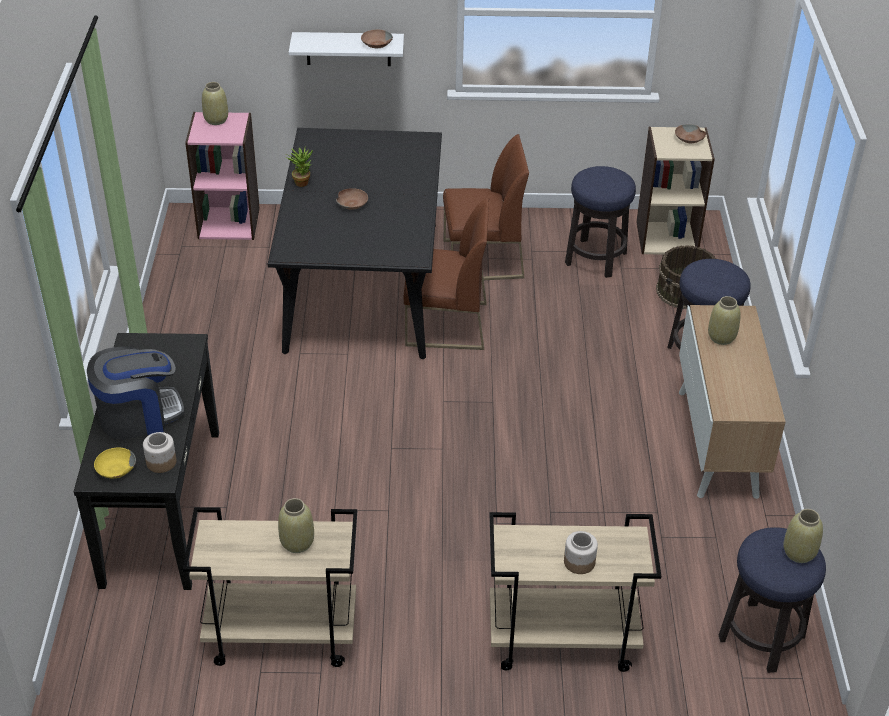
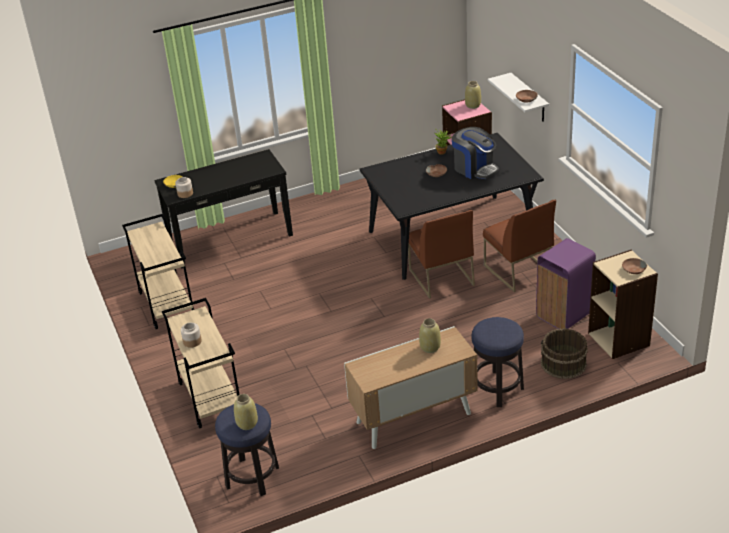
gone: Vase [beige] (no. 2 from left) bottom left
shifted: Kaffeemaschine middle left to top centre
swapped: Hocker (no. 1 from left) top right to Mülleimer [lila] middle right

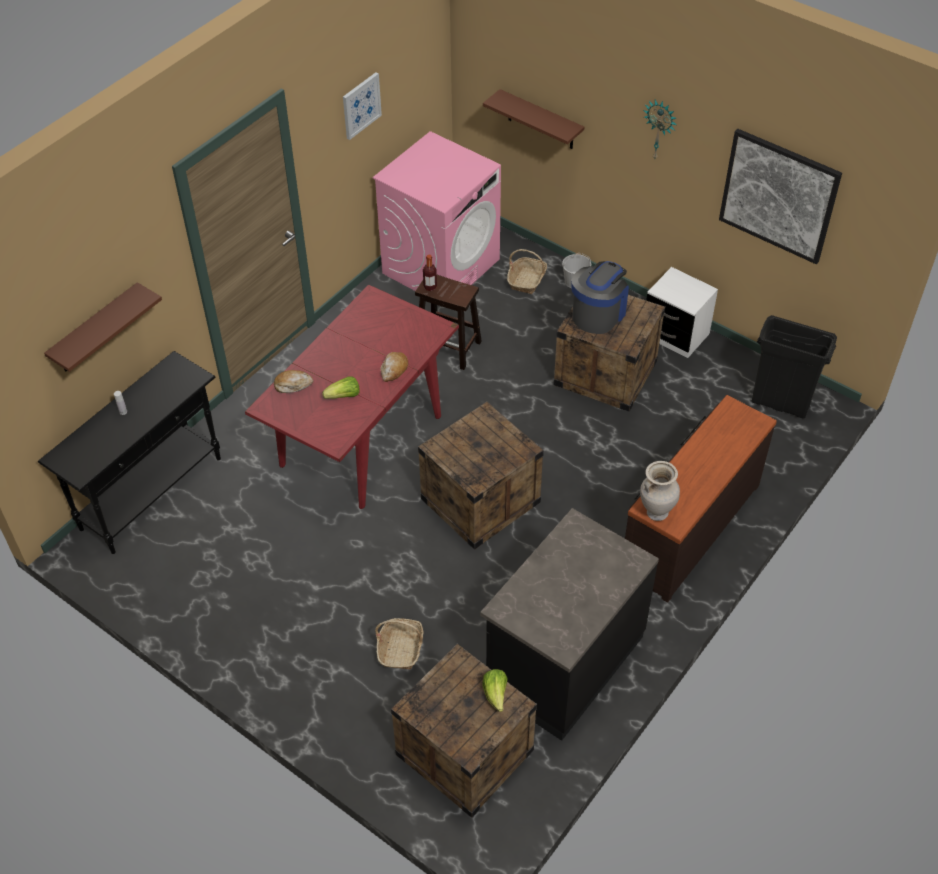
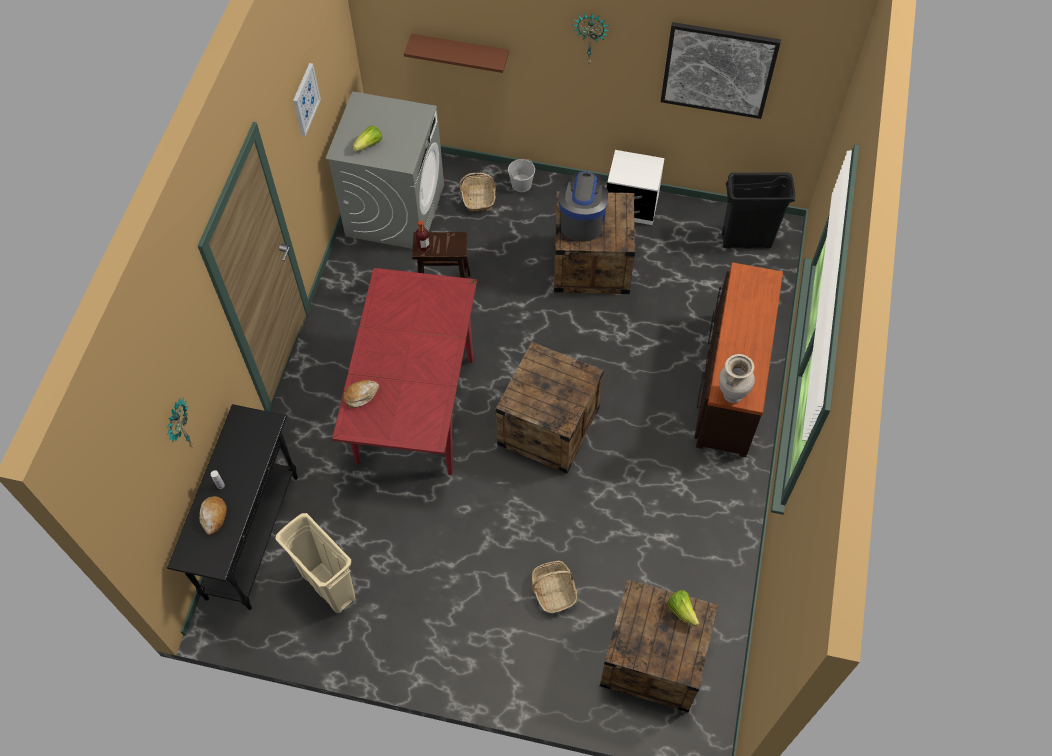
gone: Küchenzeile [schwarz] bottom centre
new: Mülleimer [beige] bottom left
shifted: Salatkopf (no. 1 from left) centre to top centre; Brot (no. 2 from left in the first image) centre to Brot (no. 1 from left) bottom left
swapped: Wandregal [braun] (no. 1 from left) middle left to Wanduhr (no. 1 from left) middle left
repainted: Waschmaschine [rosa] top centre to Waschmaschine [grau] top centre

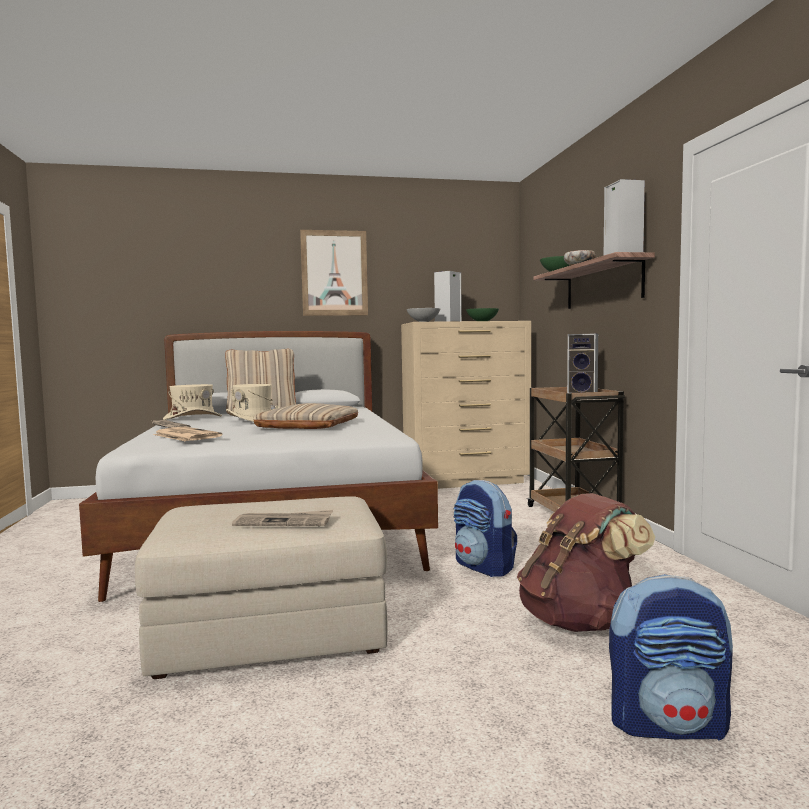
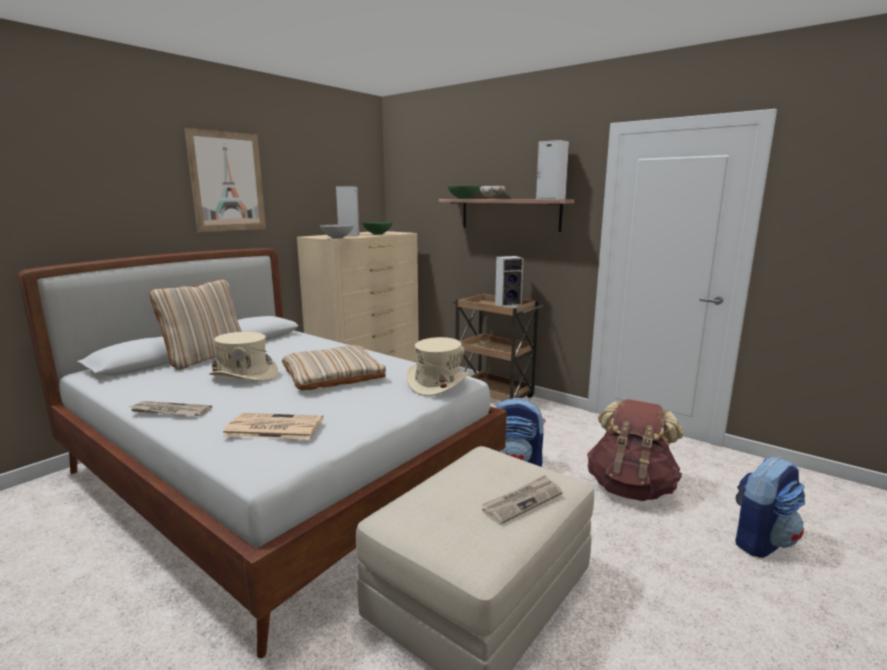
shifted: Hut [beige] (no. 1 from left in the first image) middle left to Hut [beige] (no. 2 from left) centre

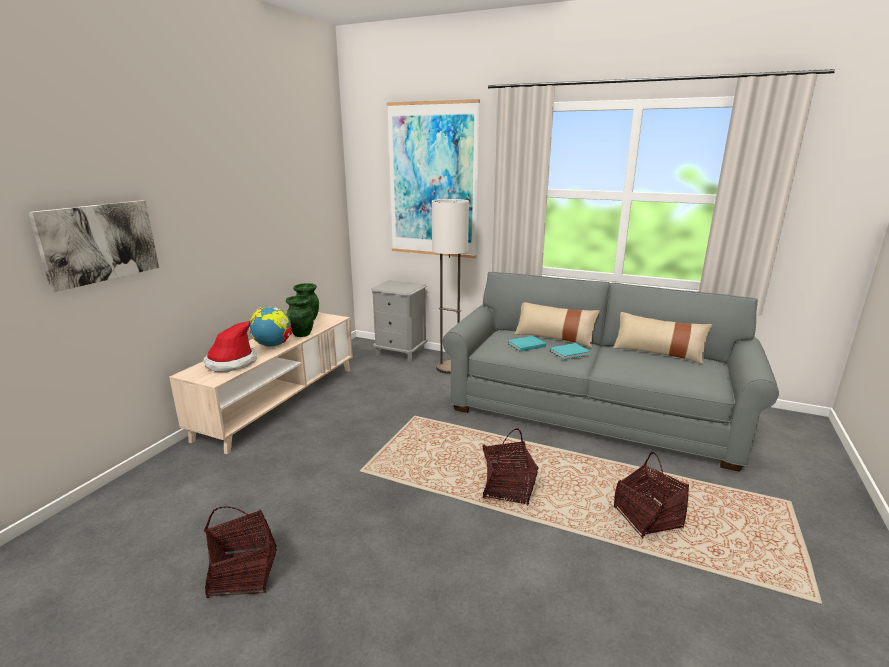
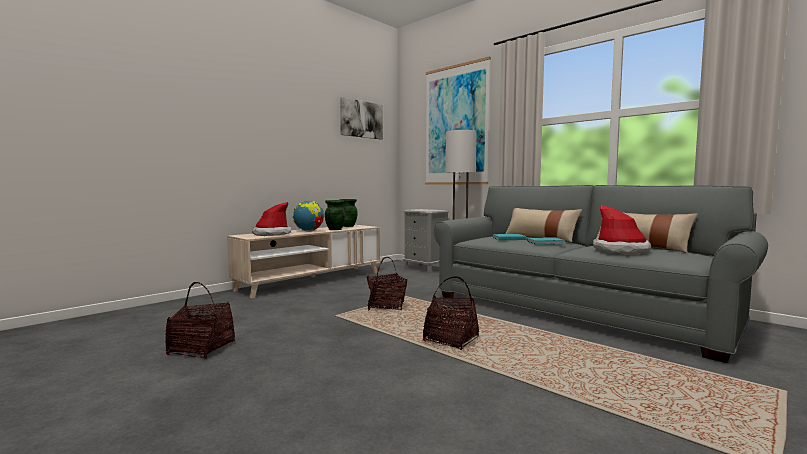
new: Hut (no. 2 from left) middle right
shifted: Bild (no. 1 from left) middle left to top centre; Korb (no. 3 from left in the first image) bottom right to Korb (no. 2 from left) centre

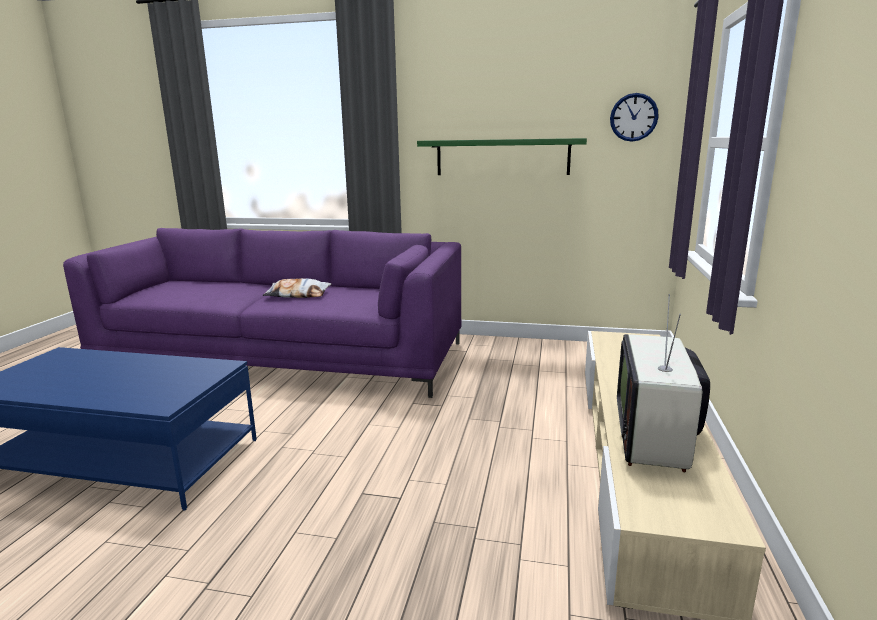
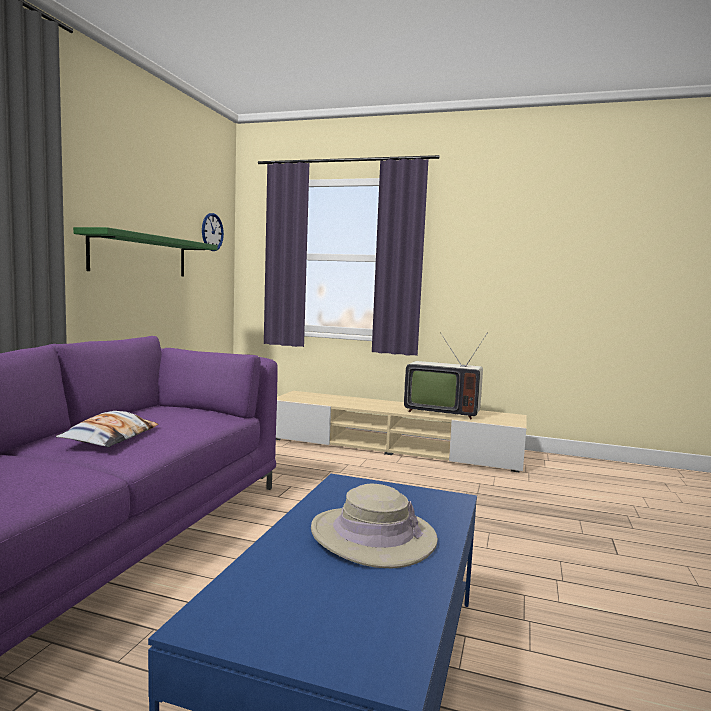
new: Hut [beige] bottom centre

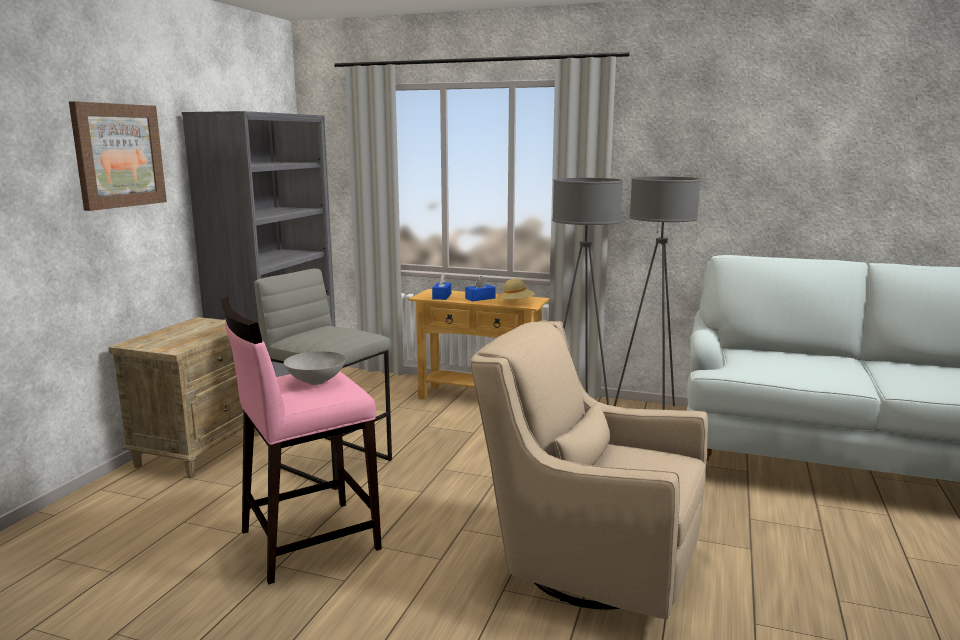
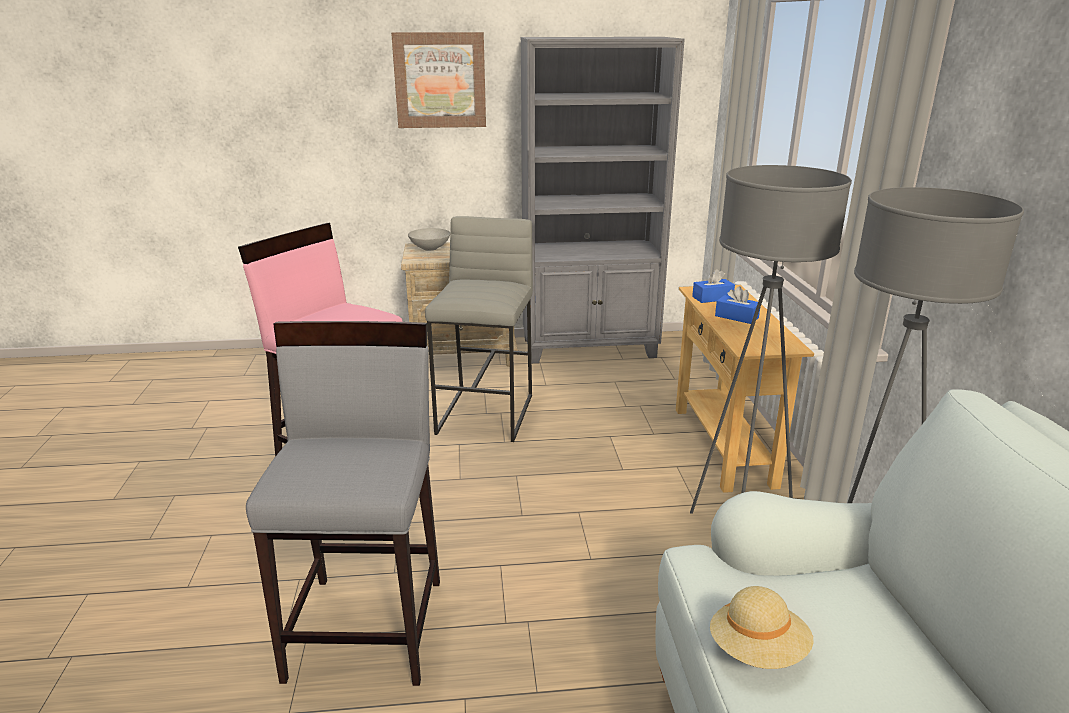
shifted: Schüssel [grau] middle left to centre; Hut [beige] centre to bottom right
swapped: Sessel [beige] bottom centre to Hocker [grau] (no. 1 from left) bottom left

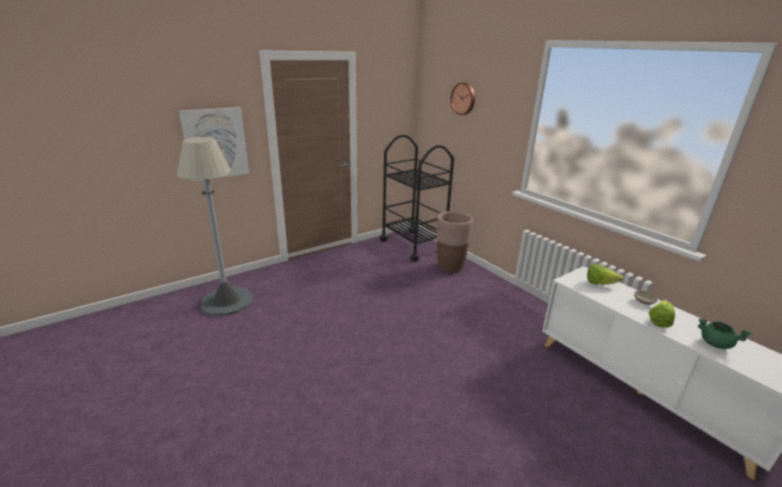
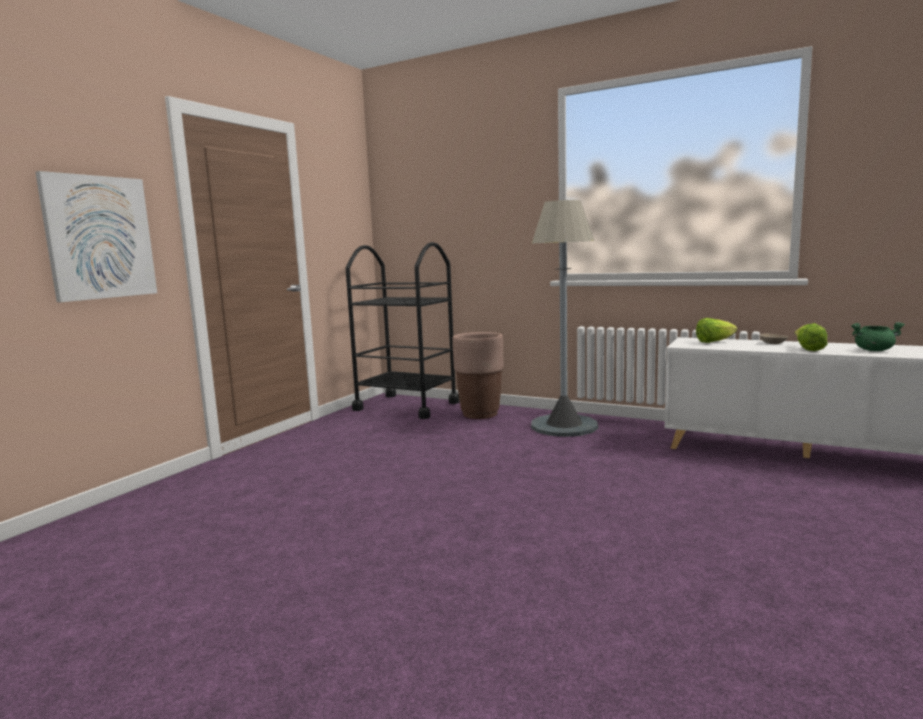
gone: Wanduhr top centre
shifted: Stehlampe [grau] middle left to centre

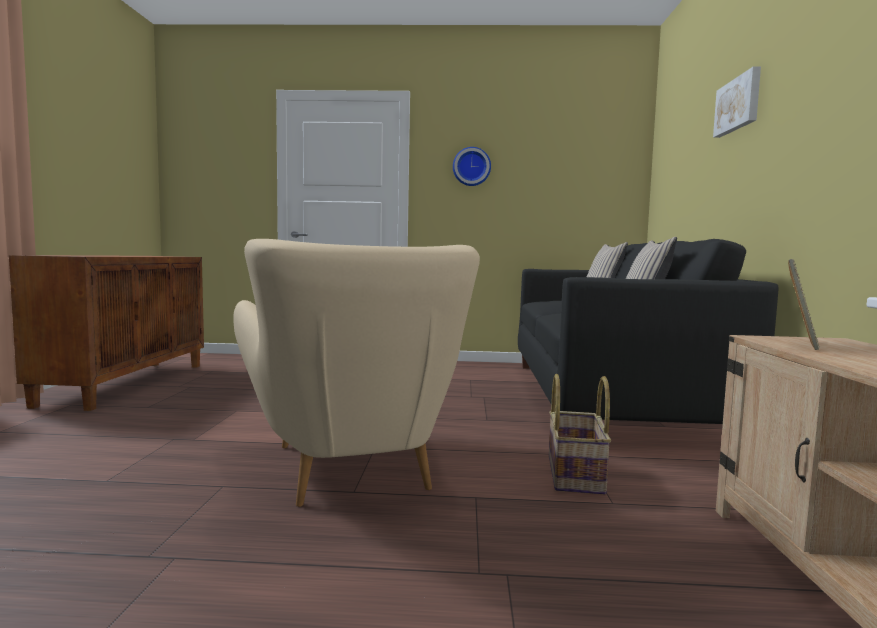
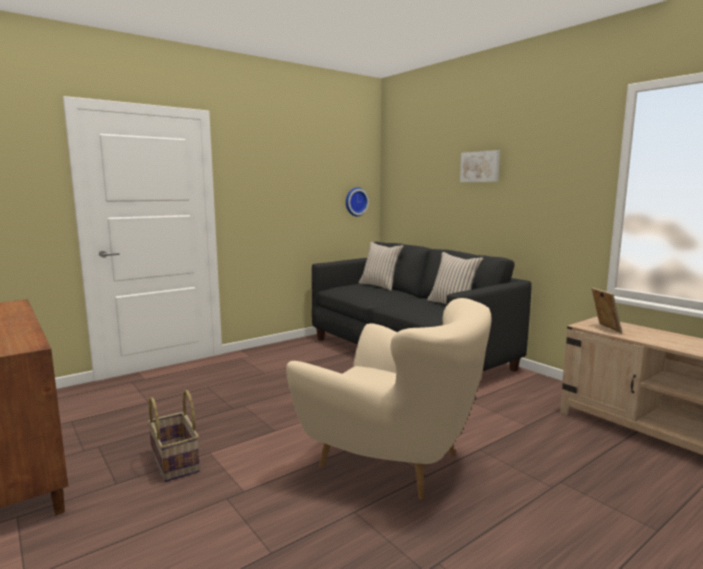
shifted: Wanduhr top centre to centre; Korb bottom centre to bottom left

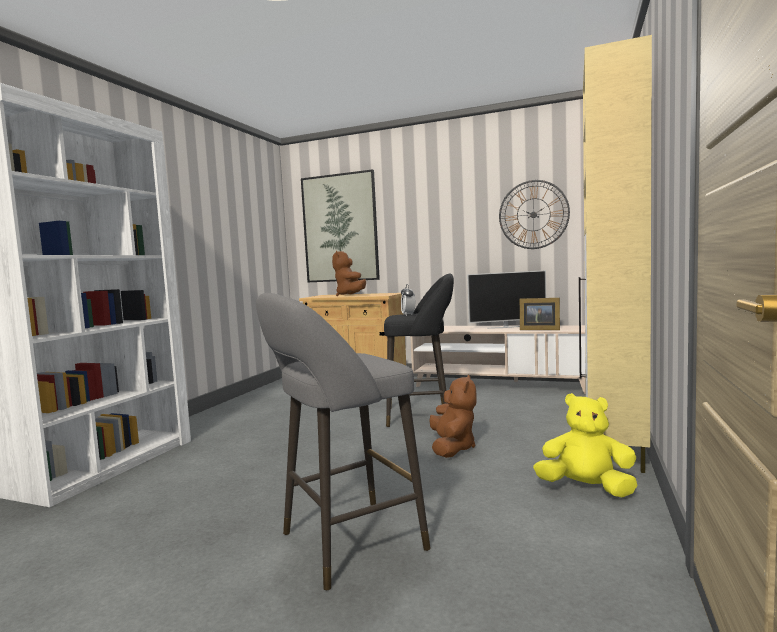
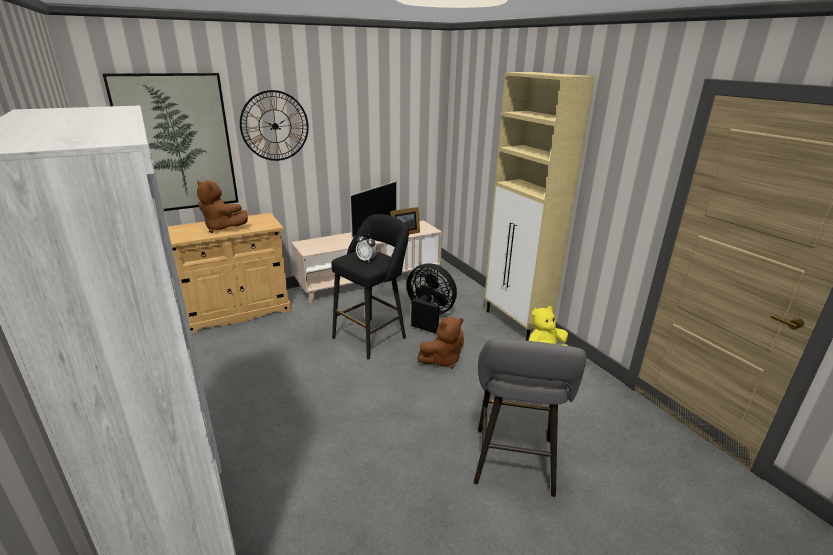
new: Ventilator [schwarz] centre
shifted: Wanduhr middle right to top left
rotated: Plüschtier [braun] (no. 2 from left) centre = centre 105 degrees clockwise

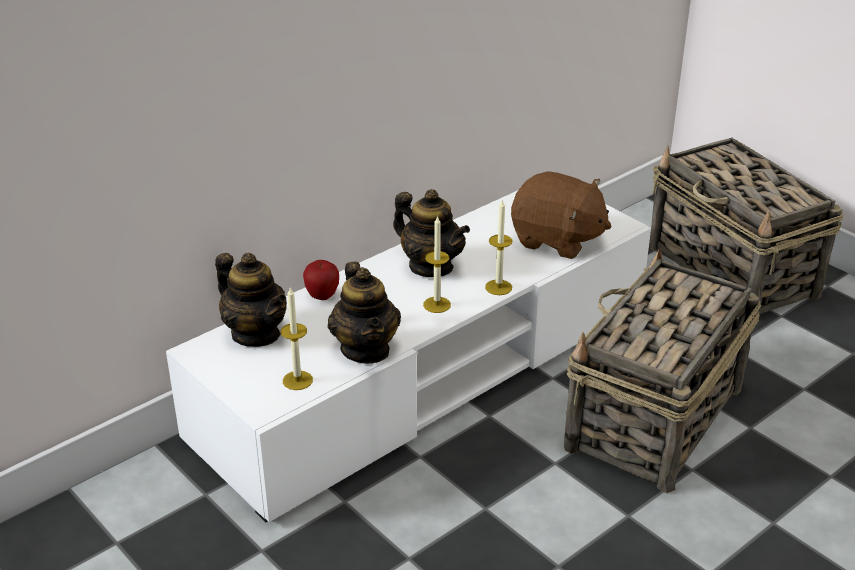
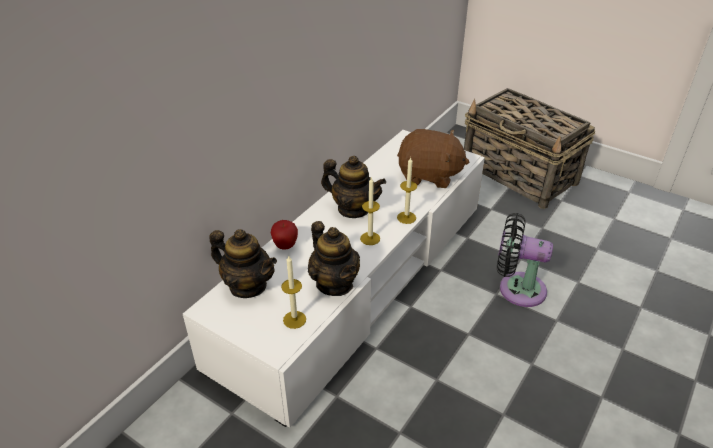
swapped: Korb (no. 1 from left) middle right to Ventilator [schwarz] middle right

